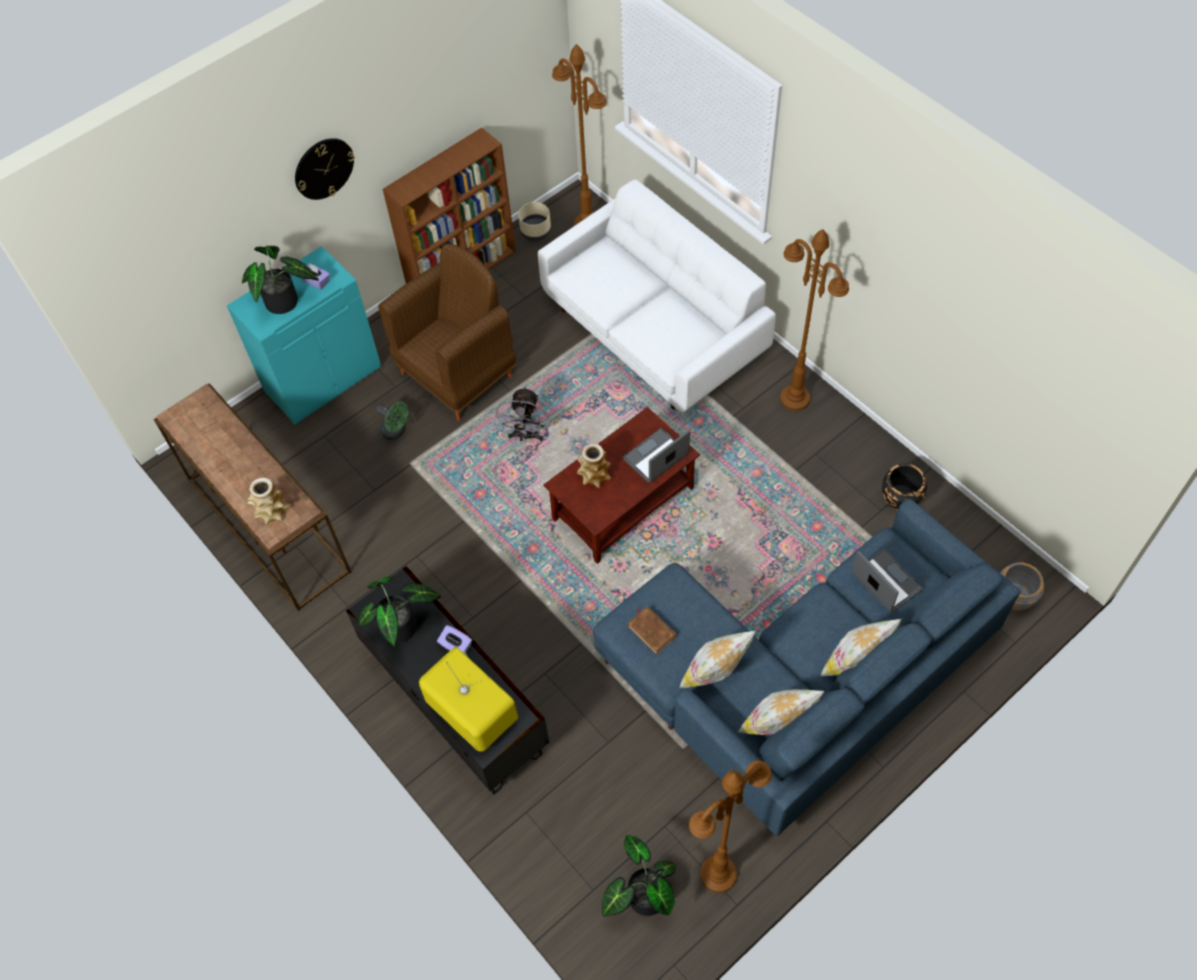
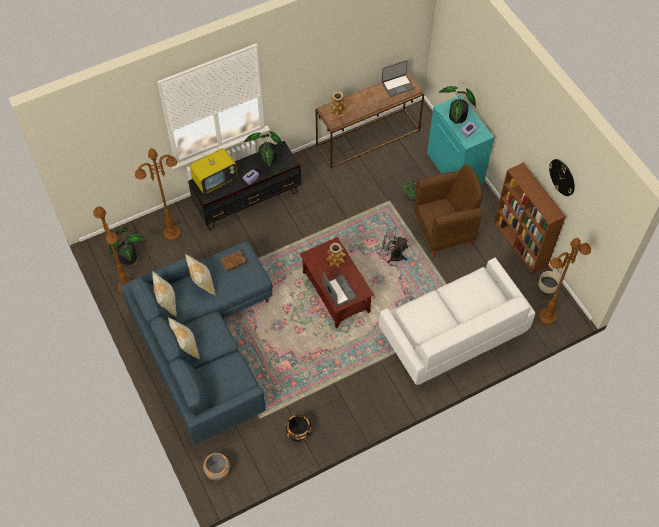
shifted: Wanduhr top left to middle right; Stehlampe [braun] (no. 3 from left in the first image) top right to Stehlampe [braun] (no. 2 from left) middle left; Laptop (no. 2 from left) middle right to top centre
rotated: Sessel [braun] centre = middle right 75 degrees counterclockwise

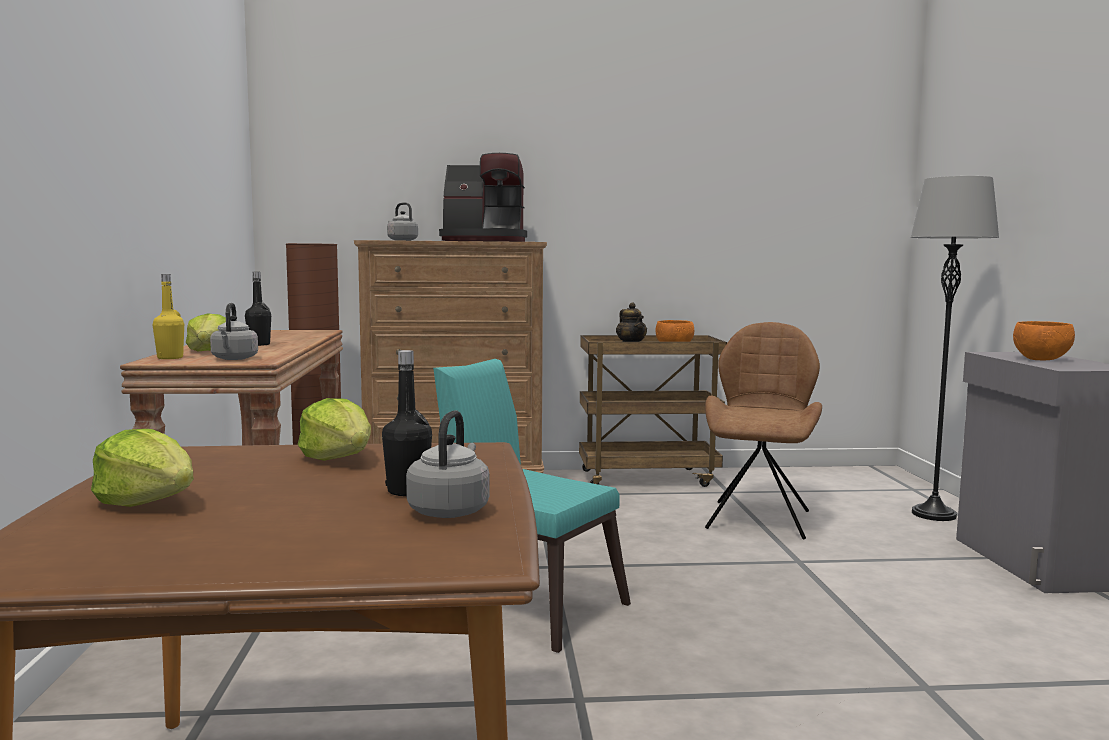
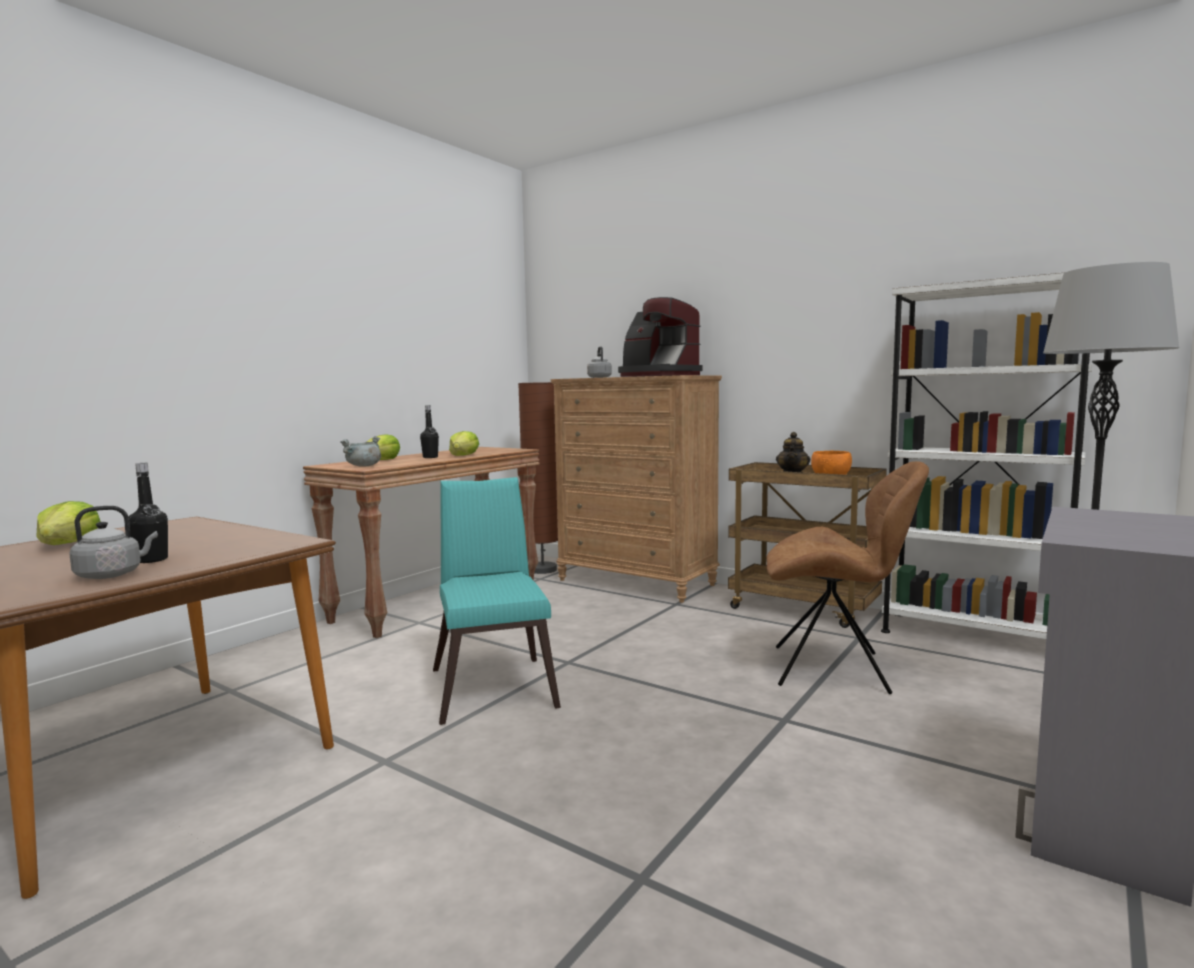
gone: Flasche [gelb] middle left; Schüssel [orange] (no. 2 from left) middle right
new: Bücherregal [weiß] middle right
shifted: Salatkopf (no. 3 from left) middle left to centre
swapped: Wasserkessel [grau] (no. 1 from left) middle left to Kochtopf [grau] middle left
rotated: Stuhl [braun] middle right = middle right 45 degrees clockwise

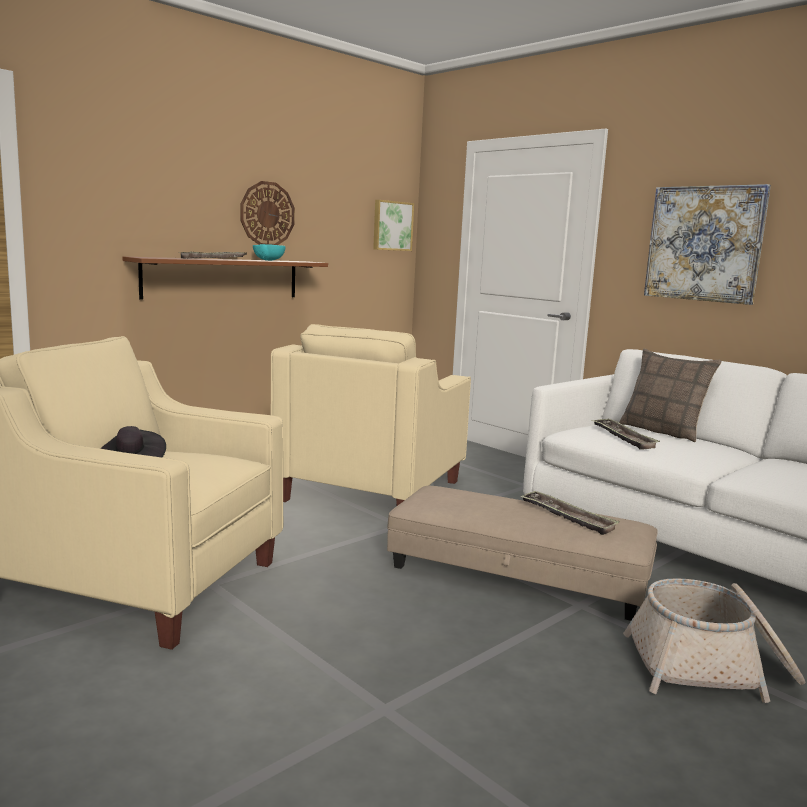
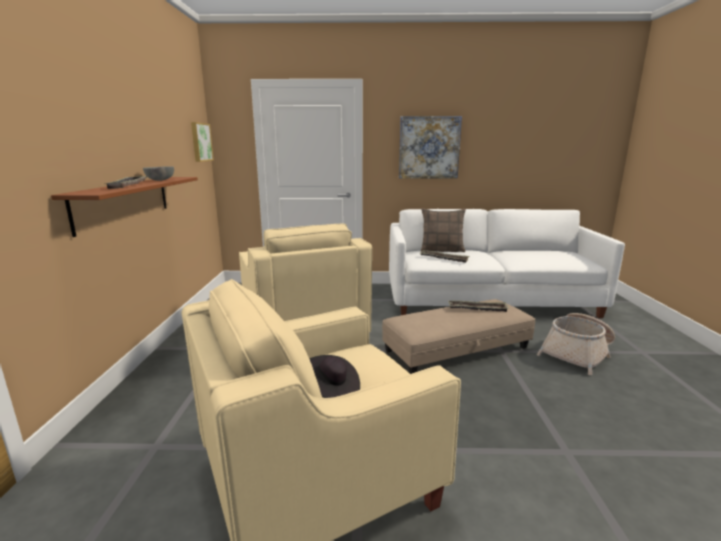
gone: Wanduhr top left
repainted: Schüssel [türkis] top centre to Schüssel [grau] top left

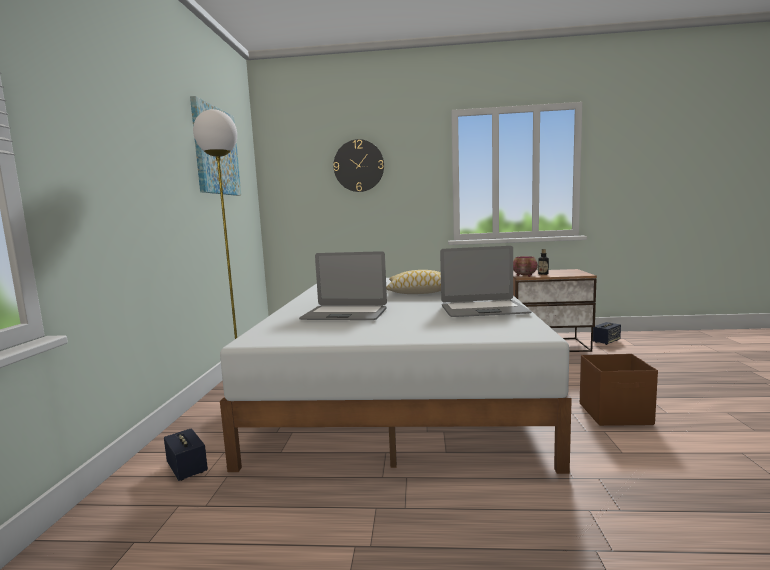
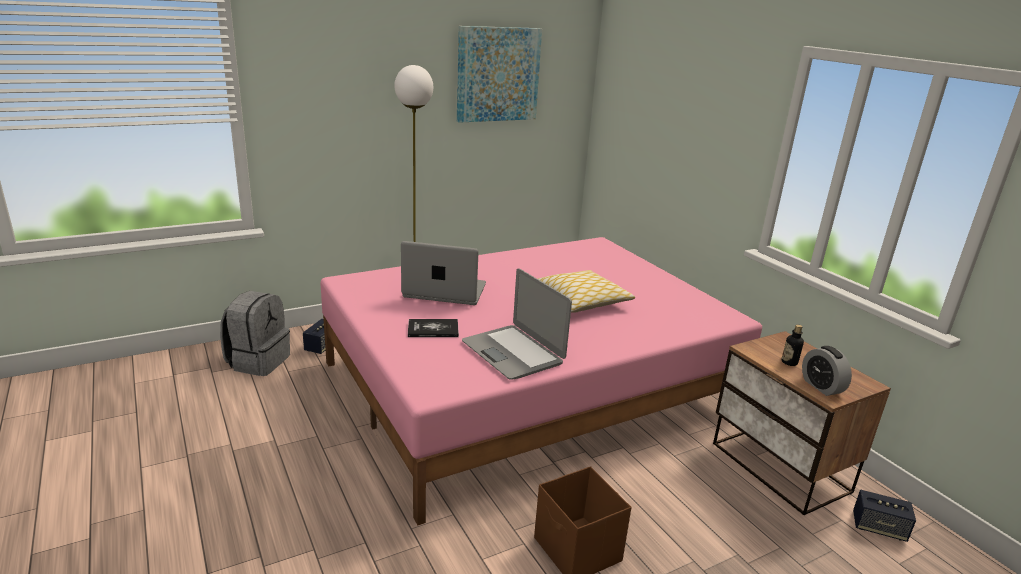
gone: Wanduhr top centre; Schüssel middle right
new: Rucksack [grau] middle left; Buch centre; Wecker middle right
repainted: Bett [weiß] centre to Bett [rosa] centre
rotated: Laptop (no. 1 from left) centre = centre 120 degrees clockwise

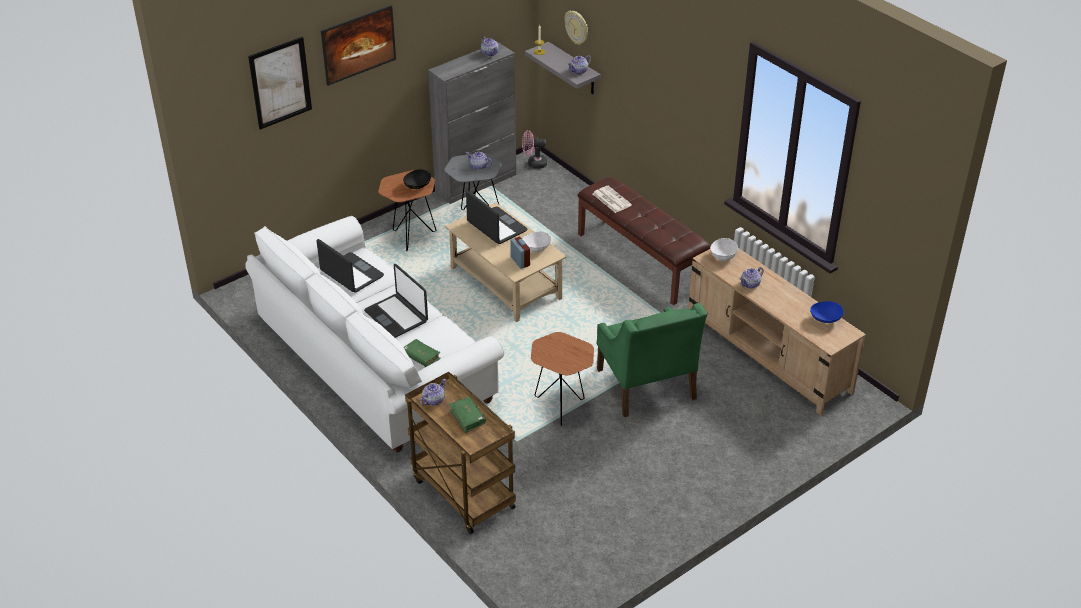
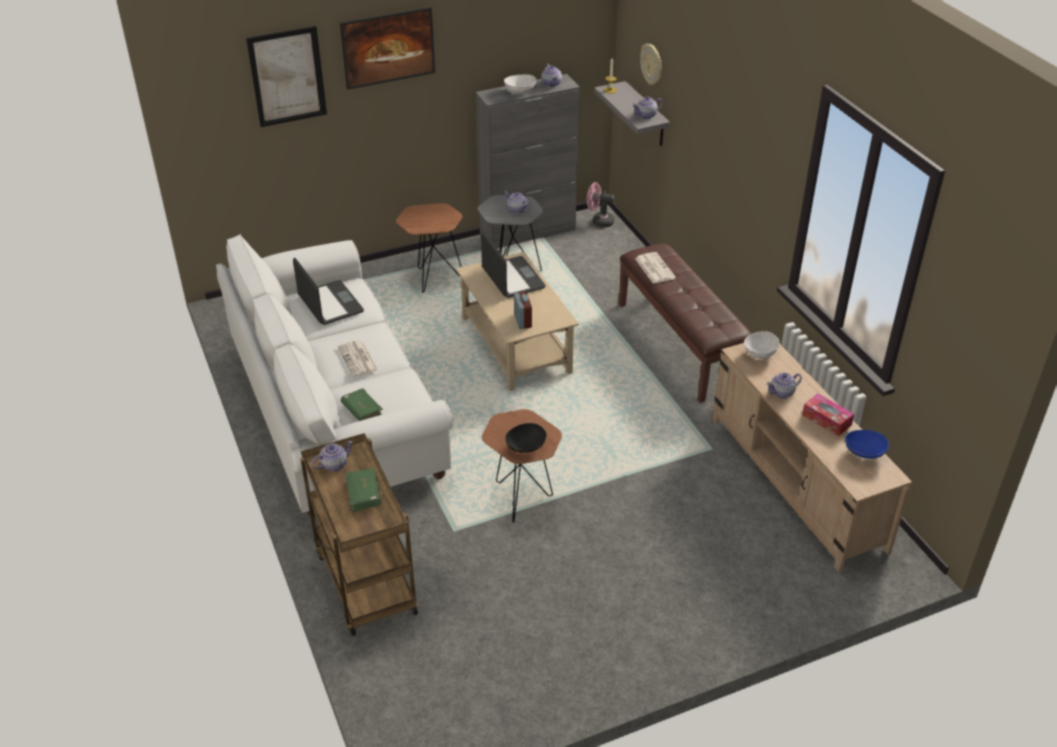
gone: Sessel [grün] centre
new: Taschentuchbox middle right
shifted: Schüssel [schwarz] top centre to centre; Schüssel [weiß] (no. 1 from left) centre to top centre
swapped: Laptop (no. 2 from left) centre to Zeitung (no. 1 from left) centre

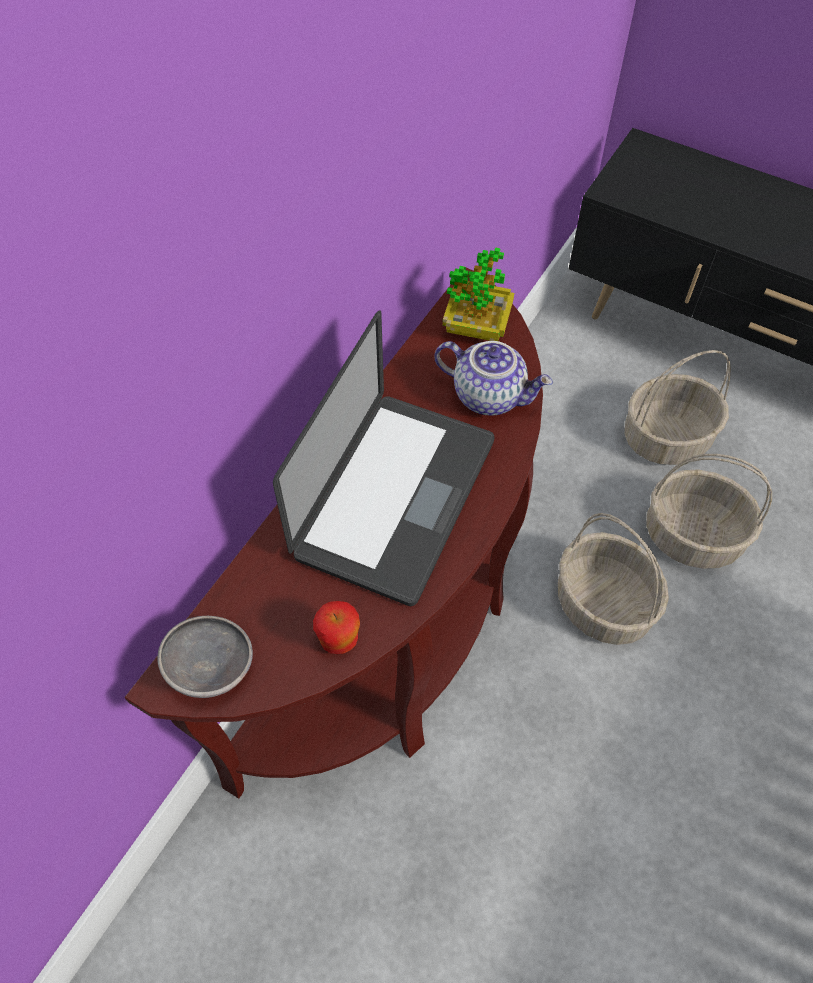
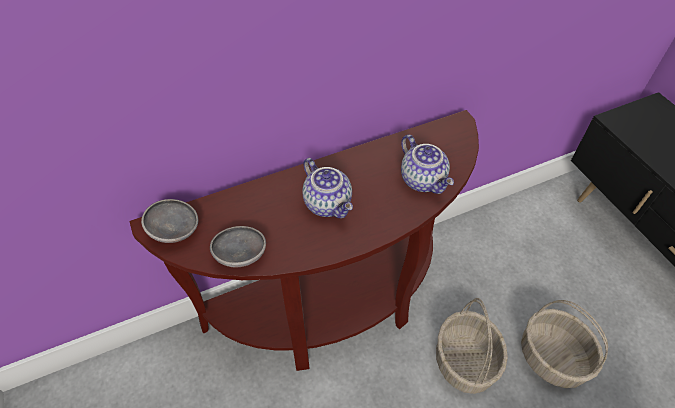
gone: Topfpflanze top centre; Korb (no. 2 from left) middle right
swapped: Laptop centre to Teekanne (no. 1 from left) centre; Apfel centre to Schüssel [grau] (no. 2 from left) centre

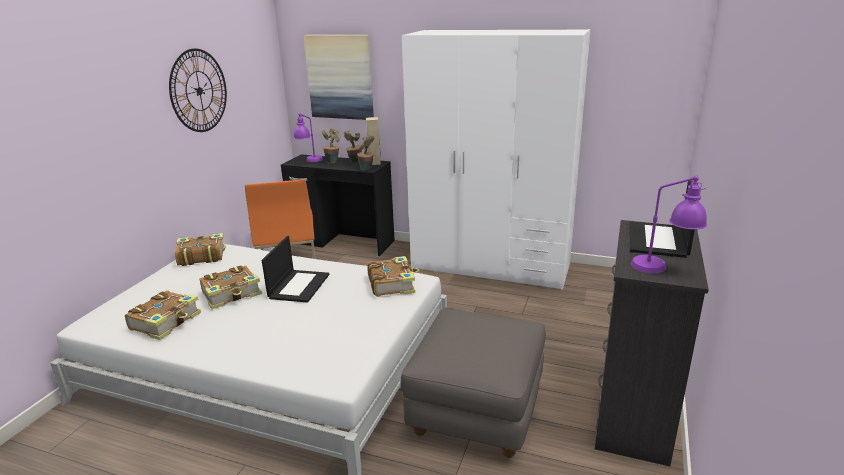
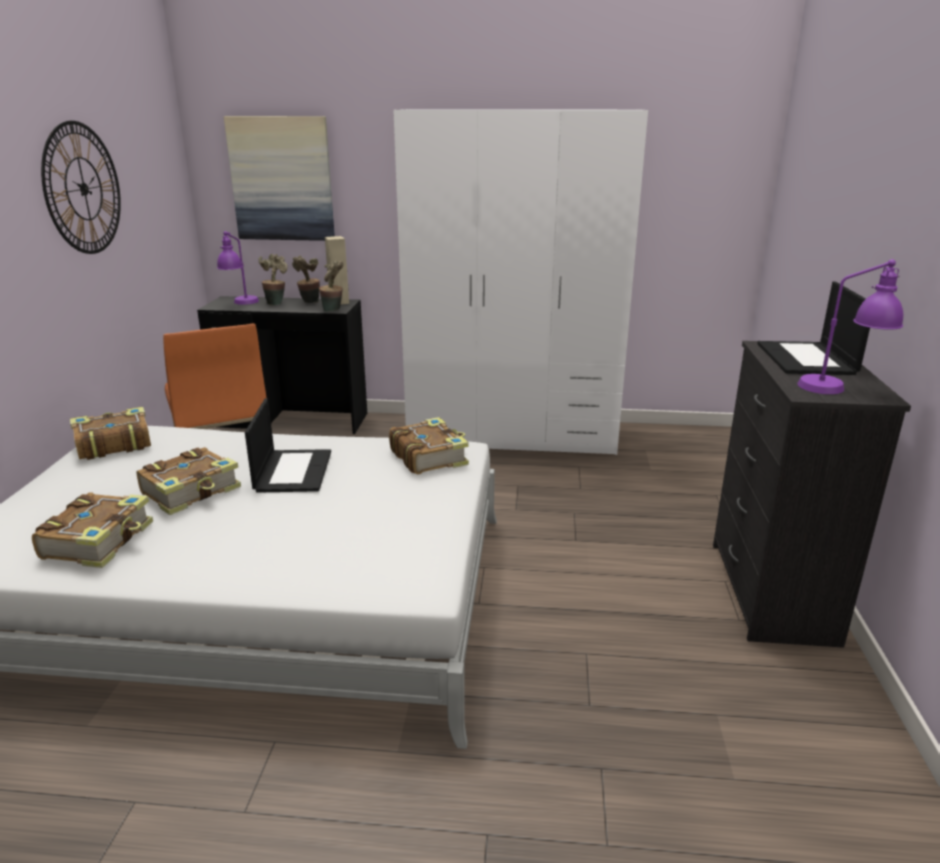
gone: Polsterhocker [grau] bottom centre

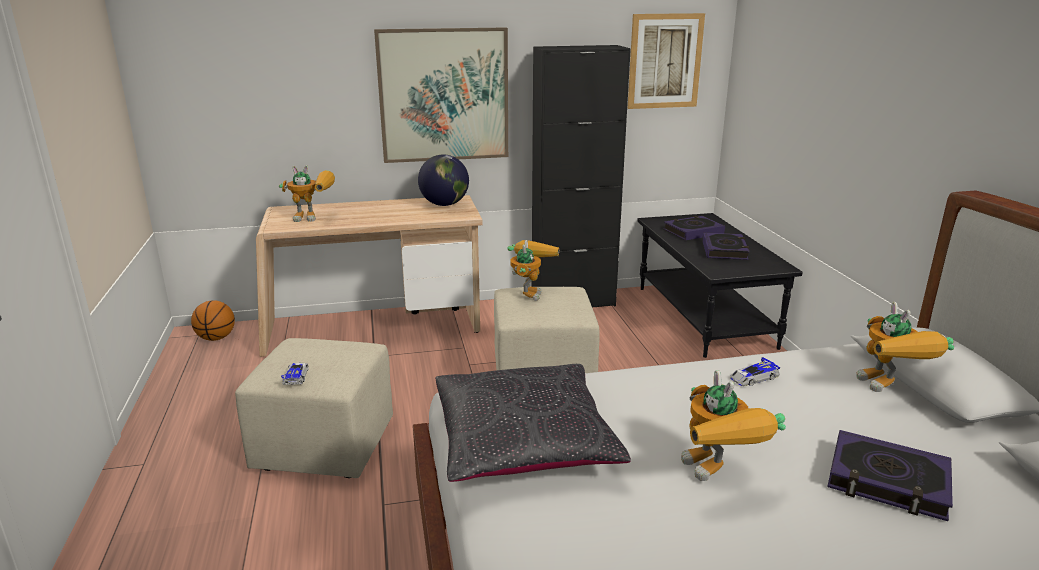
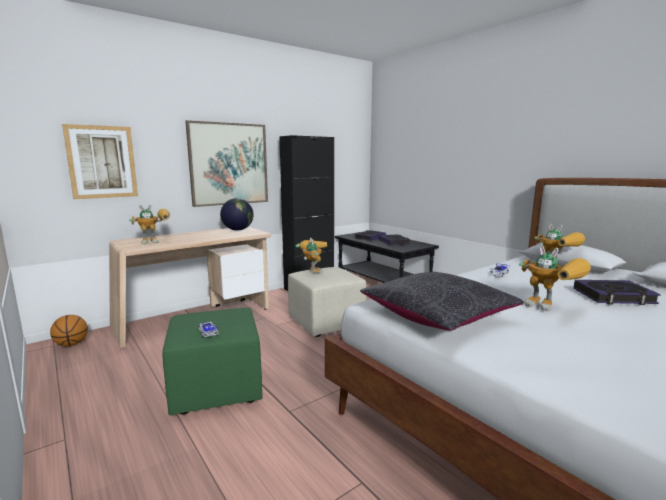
shifted: Bild (no. 2 from left in the first image) top centre to Bild (no. 1 from left) top left
repainted: Polsterhocker [beige] (no. 1 from left) bottom left to Polsterhocker [grün] bottom left

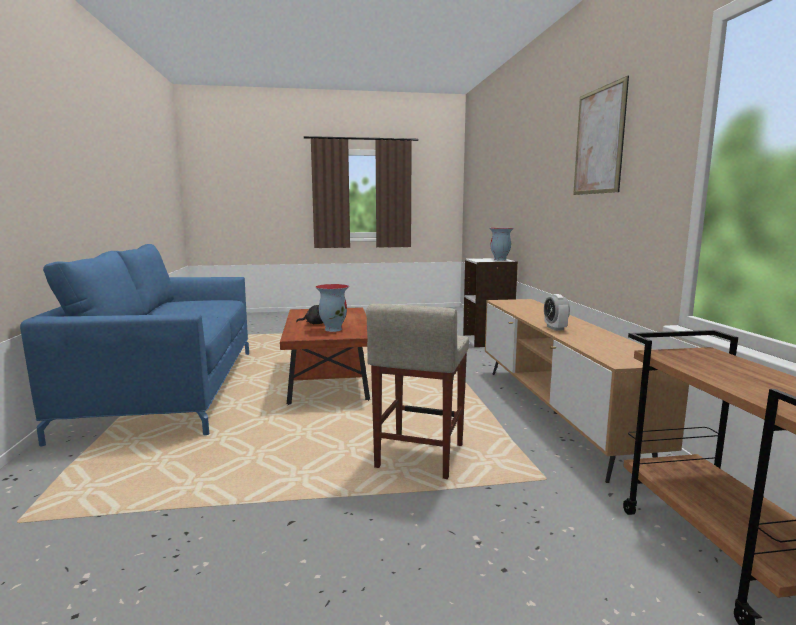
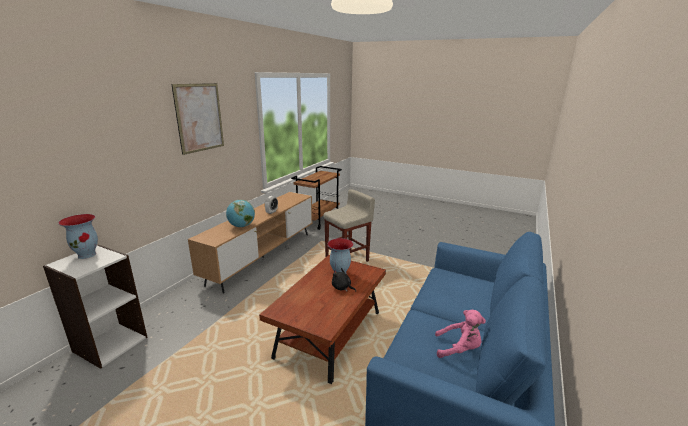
new: Globus centre; Plüschtier [rosa] bottom right

